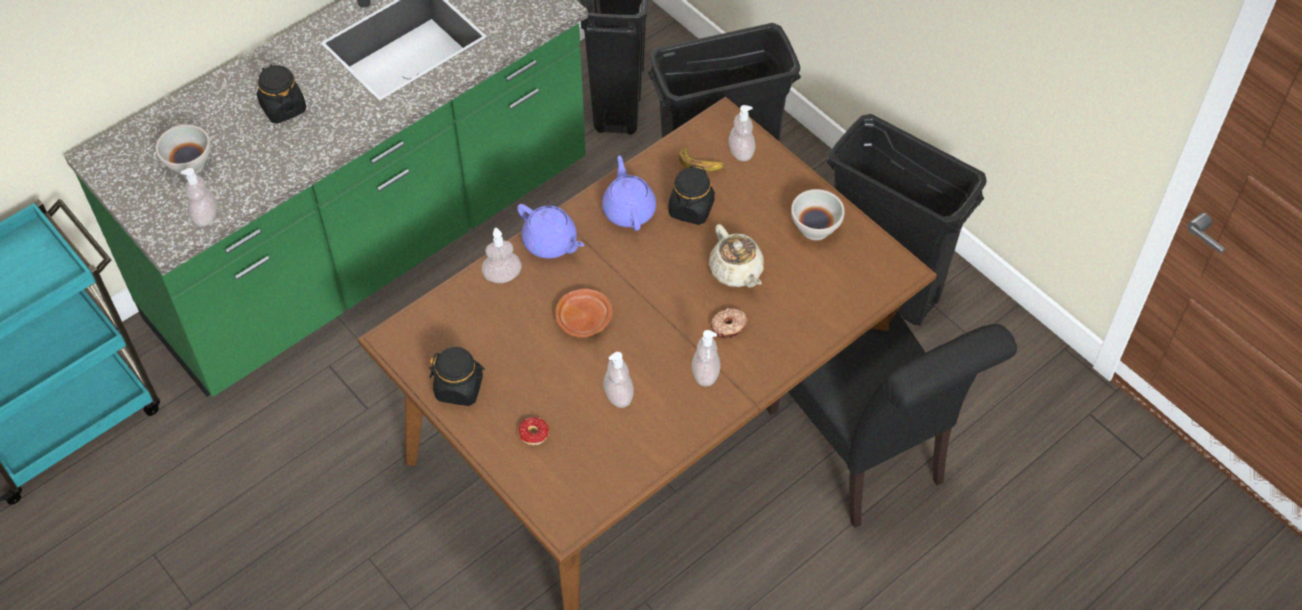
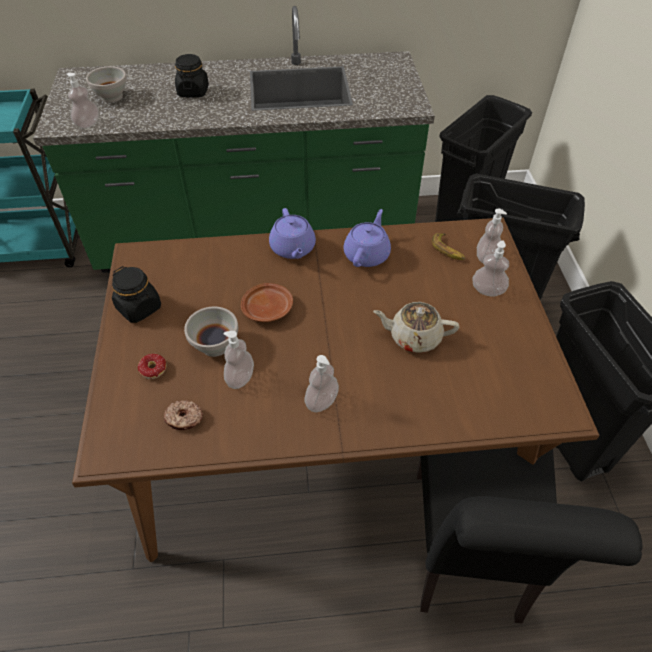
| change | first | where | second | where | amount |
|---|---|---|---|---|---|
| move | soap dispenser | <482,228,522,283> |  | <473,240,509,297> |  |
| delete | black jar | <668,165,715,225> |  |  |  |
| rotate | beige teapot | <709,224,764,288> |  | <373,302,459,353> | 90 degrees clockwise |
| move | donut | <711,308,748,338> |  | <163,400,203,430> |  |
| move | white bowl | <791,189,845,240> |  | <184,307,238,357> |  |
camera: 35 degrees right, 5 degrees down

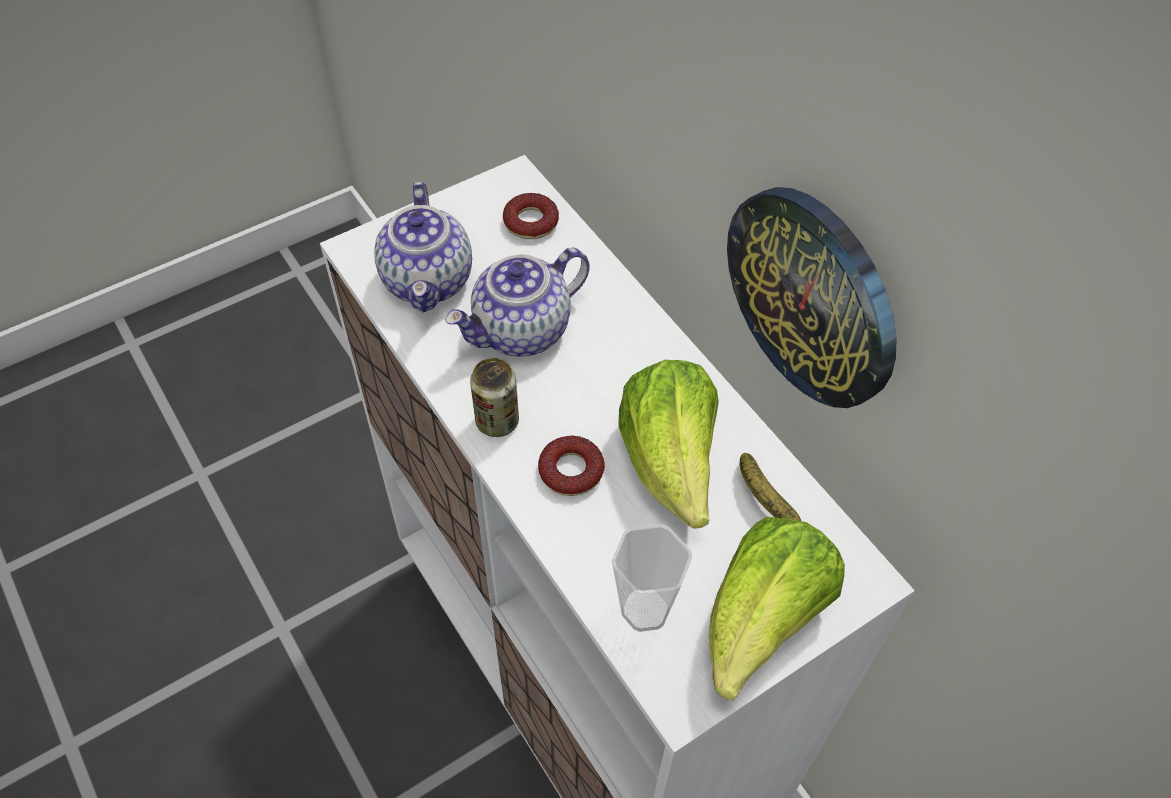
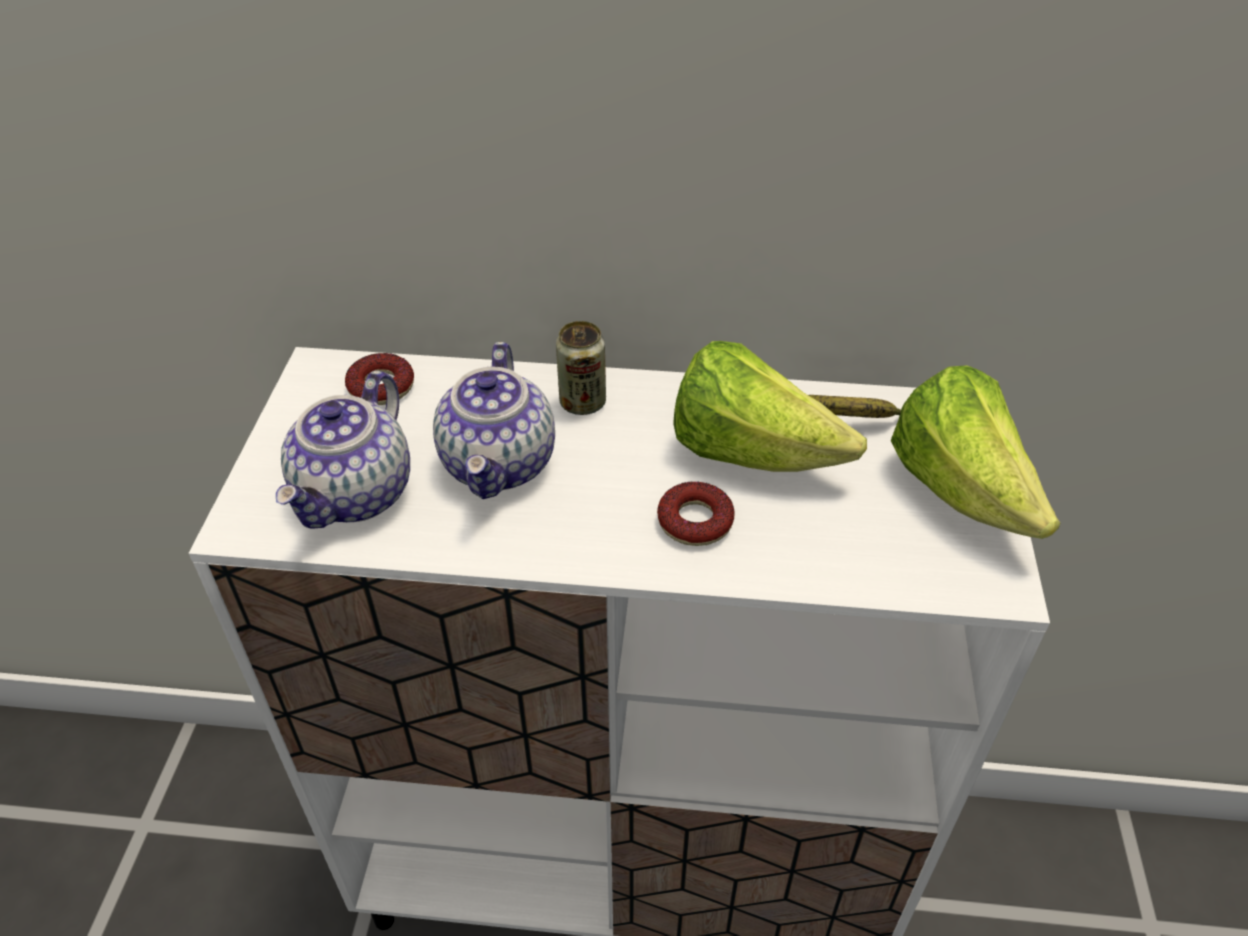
| change | first | where | second | where | amount |
|---|---|---|---|---|---|
| rotate | teapot | <374,182,472,312> |  | <276,371,410,529> | 75 degrees clockwise |
| move | can | <470,358,519,437> |  | <556,321,606,415> |  |
| delete | cup | <612,524,692,632> |  |  |  |
| delete | wall clock | <727,187,897,408> |  |  |  |
camera: 50 degrees left, 10 degrees down

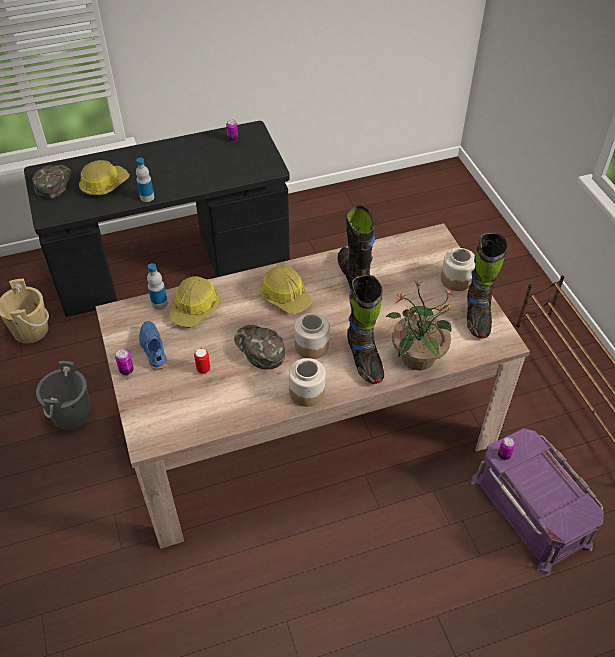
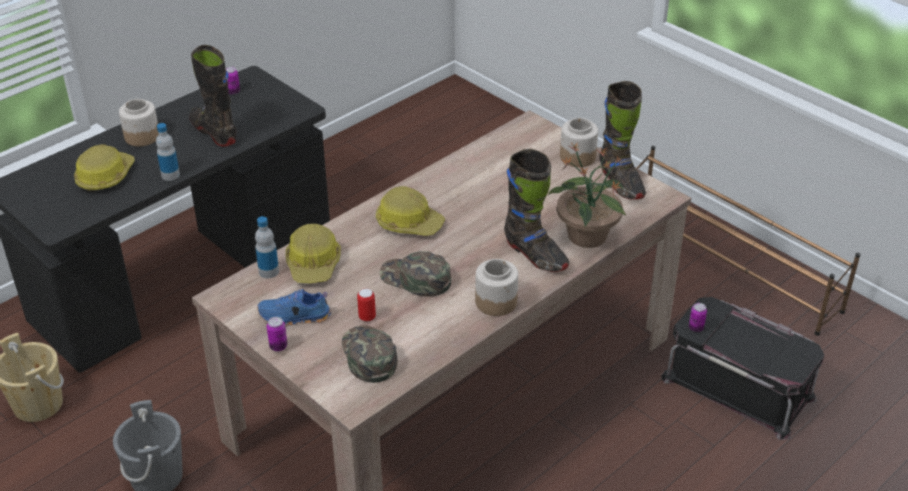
| change | first | where | second | where | amount |
|---|---|---|---|---|---|
| move | green cap | <32,165,71,199> |  | <341,325,398,383> |  |
| rotate | blue shoe | <139,321,168,370> |  | <257,289,331,326> | 45 degrees counterclockwise |
| move | jar | <295,313,329,359> |  | <119,99,159,146> |  |
| move | black boot | <338,205,375,289> |  | <189,45,237,147> |  |
| recolor | purple storage box | <471,428,604,576> | black storage box | <661,297,825,440> |  |
camera: 25 degrees left, 10 degrees down

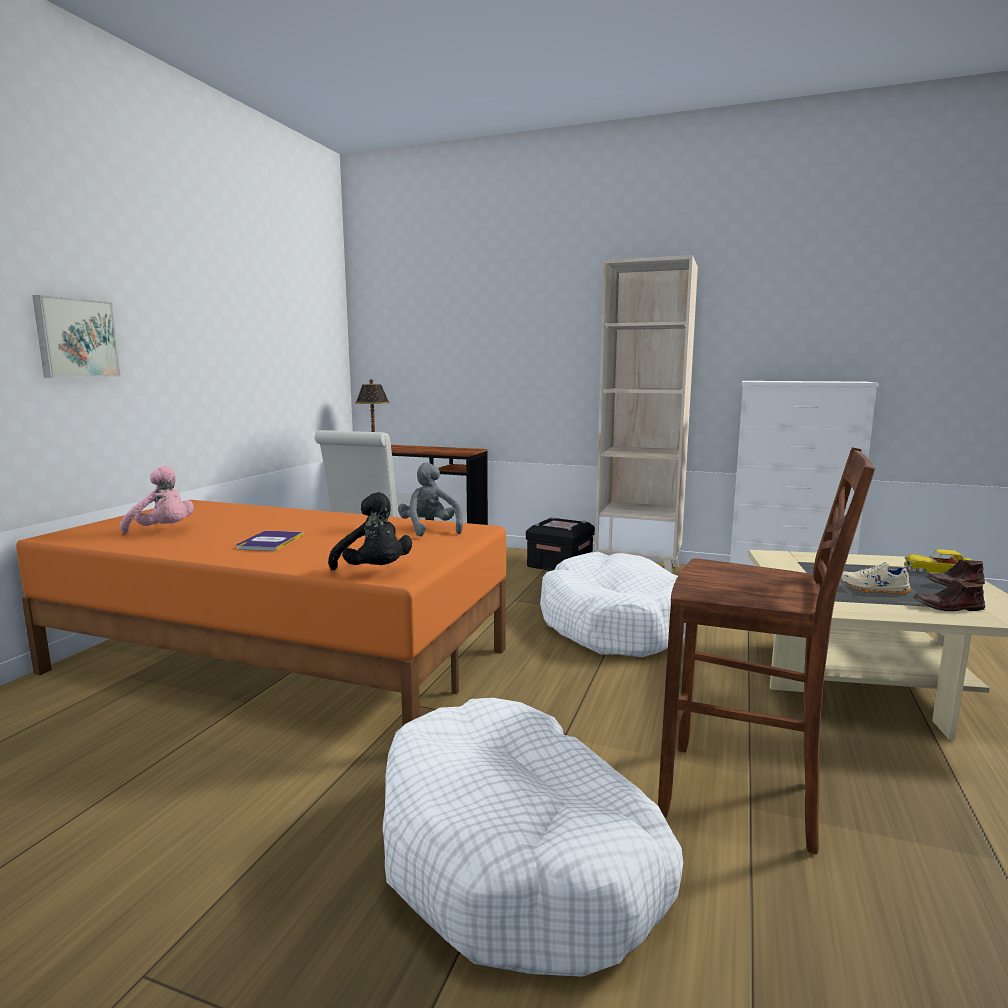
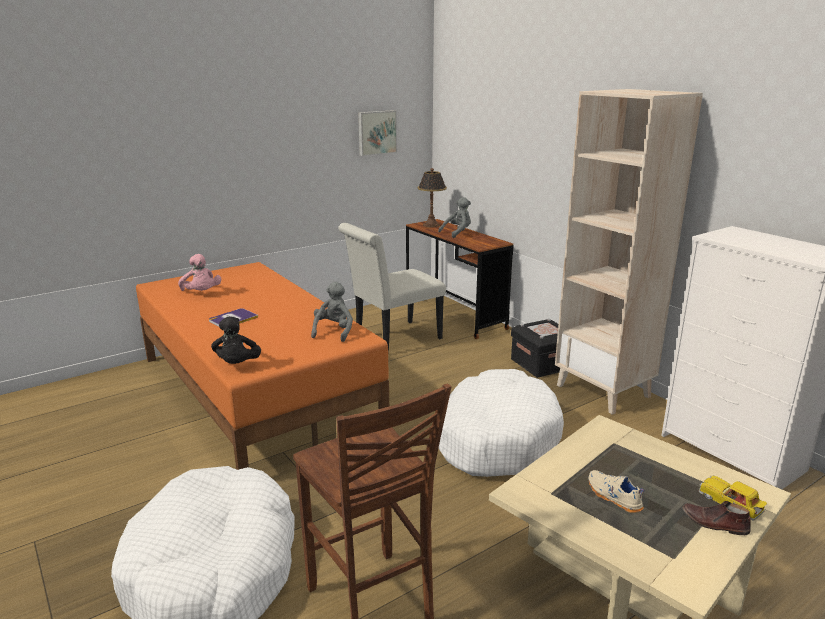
| change | first | where | second | where | amount |
|---|---|---|---|---|---|
| move | picture | <32,295,121,378> |  | <358,110,397,156> |  |
| delete | brown shoe | <913,580,985,611> |  |  |  |
| insert |  |  | grey plush toy | <438,197,471,238> |  |
camera: 35 degrees right, 10 degrees up

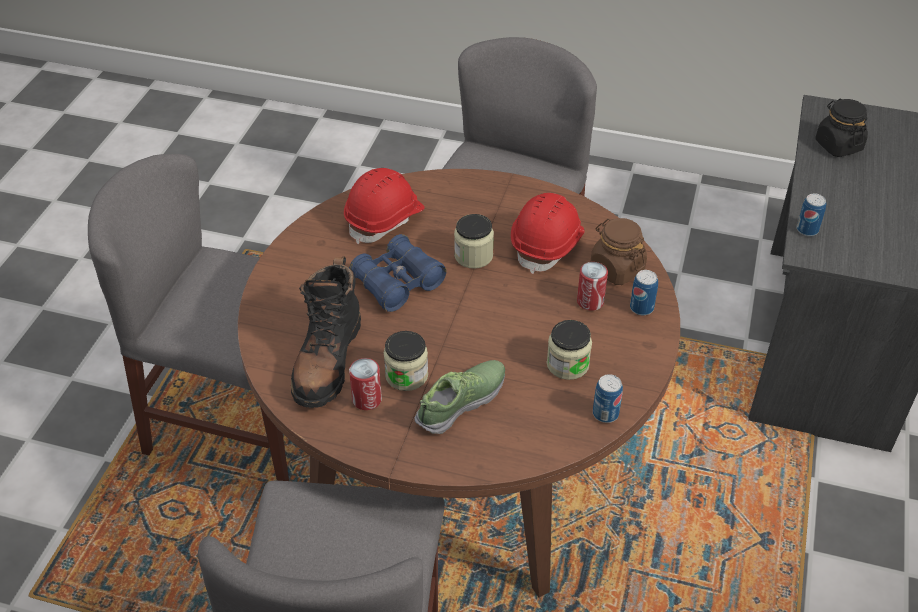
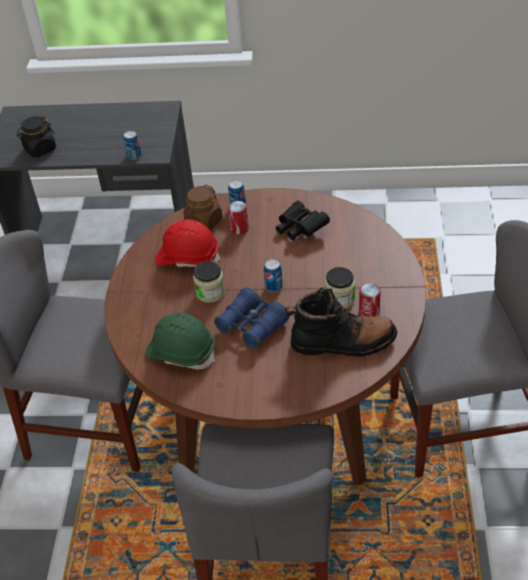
| change | first | where | second | where | amount |
|---|---|---|---|---|---|
| recolor | red hard hat | <344,168,425,244> | green hard hat | <145,312,215,370> |  |
| delete | shoe | <414,360,505,434> |  |  |  |
| replace | jar | <547,320,592,380> | black binoculars | <276,201,330,240> |  |
| move | can | <593,374,623,423> |  | <264,259,283,292> |  |
camera: 100 degrees left, 0 degrees up

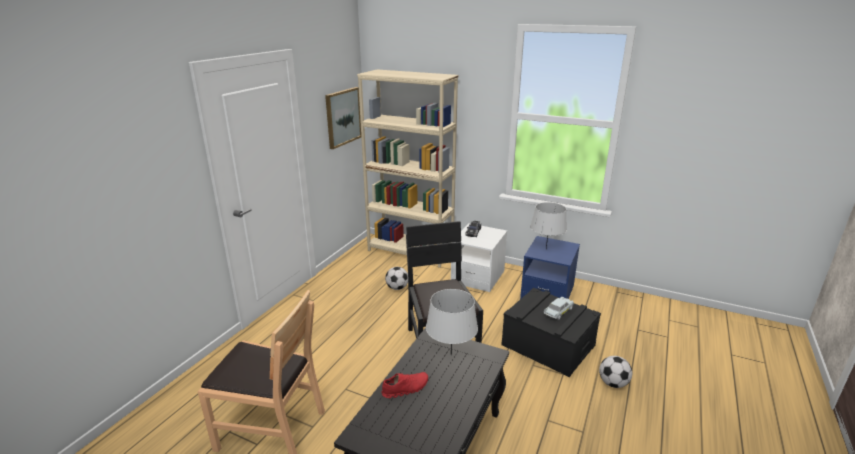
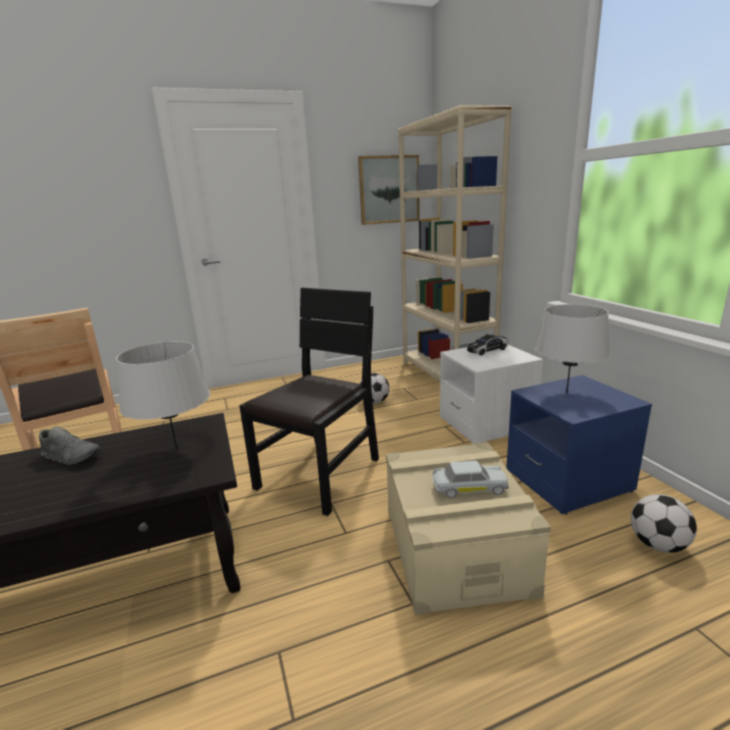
| change | first | where | second | where | amount |
|---|---|---|---|---|---|
| recolor | red shoe | <381,372,428,398> | grey shoe | <39,426,100,465> |  |
| recolor | black storage box | <501,288,601,377> | beige storage box | <386,442,551,615> |  |
| move | football | <599,356,632,388> |  | <631,494,697,553> |  |
camera: 45 degrees right, 5 degrees down

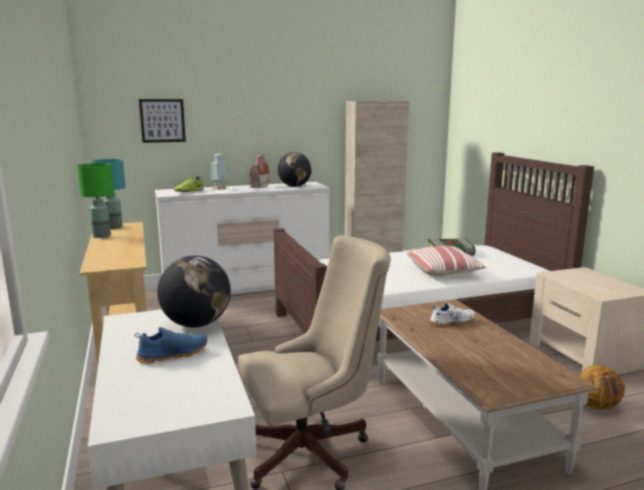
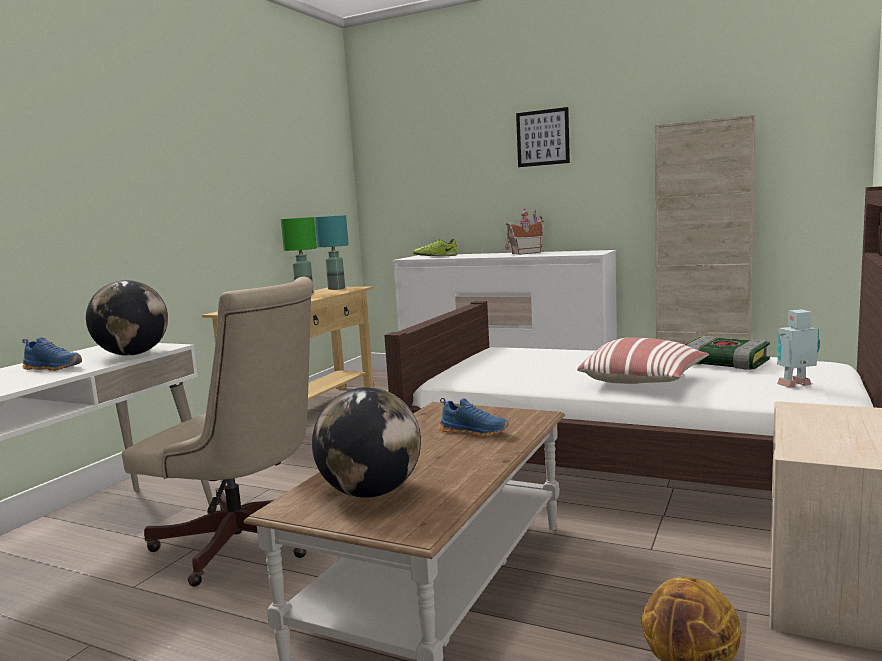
| change | first | where | second | where | amount |
|---|---|---|---|---|---|
| move | picture | <139,99,186,143> |  | <516,107,570,167> |  |
| move | toy robot | <211,154,228,190> |  | <777,309,820,387> |  |
| move | globe | <278,152,312,187> |  | <312,387,421,498> |  |
| recolor | white shoe | <430,303,475,326> | blue shoe | <439,398,509,437> |  |
camera: 45 degrees right, 5 degrees down

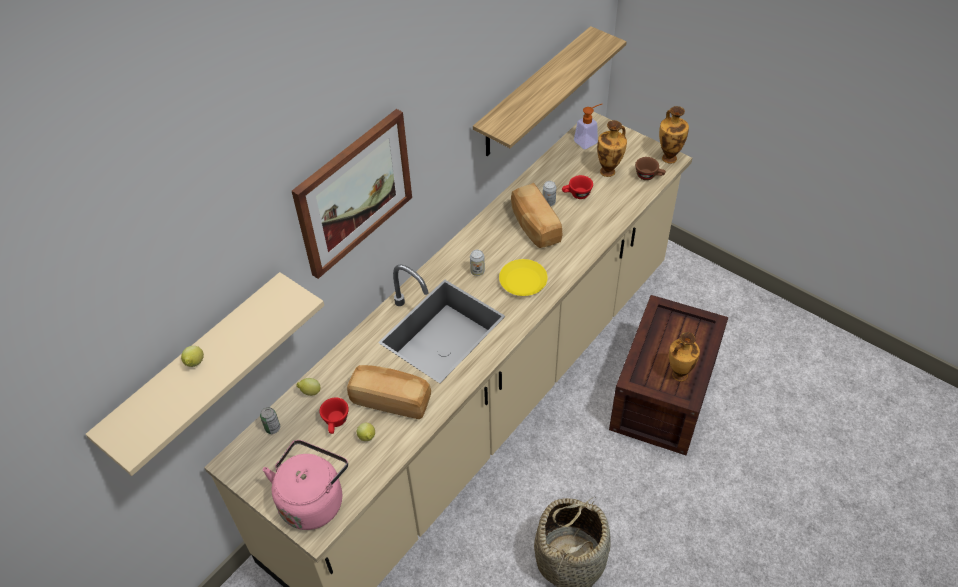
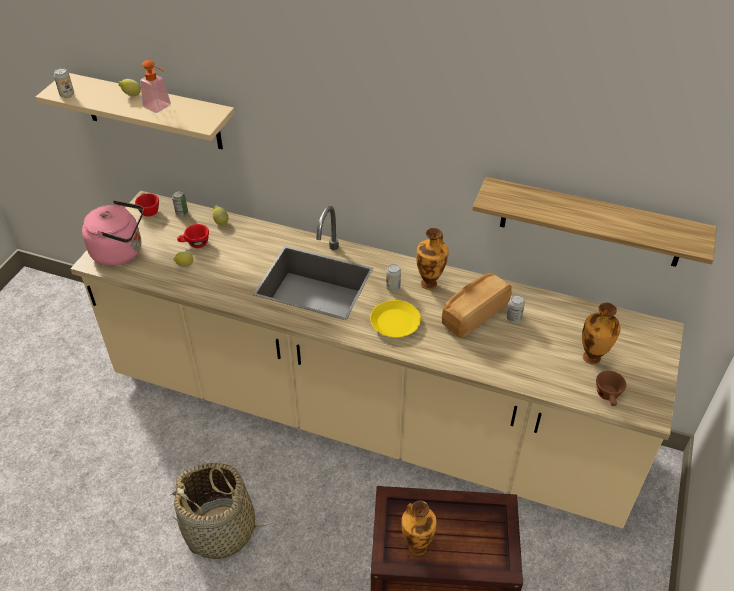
| change | first | where | second | where | amount |
|---|---|---|---|---|---|
| delete | picture | <292,109,412,279> |  |  |  |
| delete | bread | <347,365,431,419> |  |  |  |
| move | red cup | <562,175,593,199> |  | <135,193,159,217> |  |
| move | soap dispenser | <574,104,602,149> |  | <140,60,171,113> |  |
| move | vase | <659,106,689,164> |  | <416,228,449,290> |  |
| insert |  |  | can | <54,68,74,98> |  |
camera: 70 degrees right, 5 degrees down

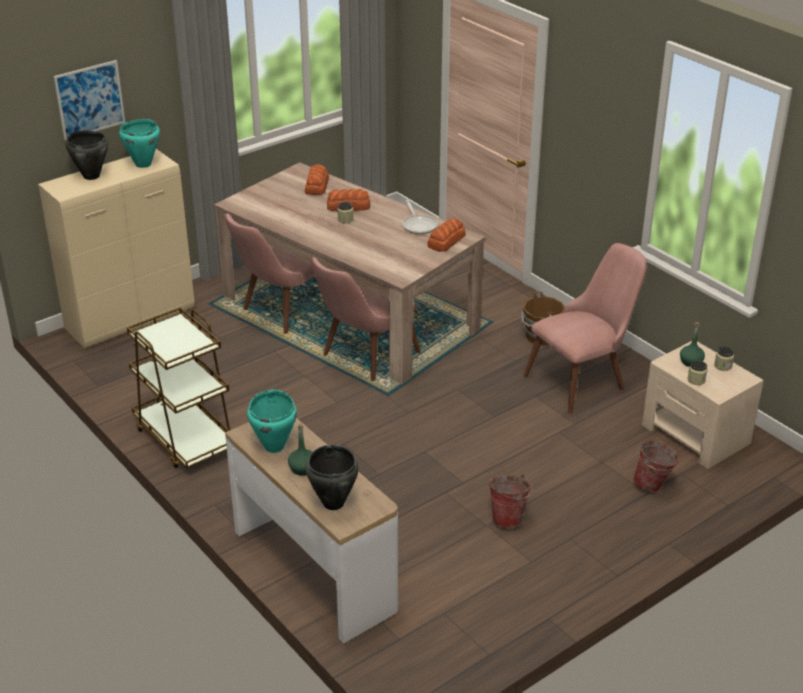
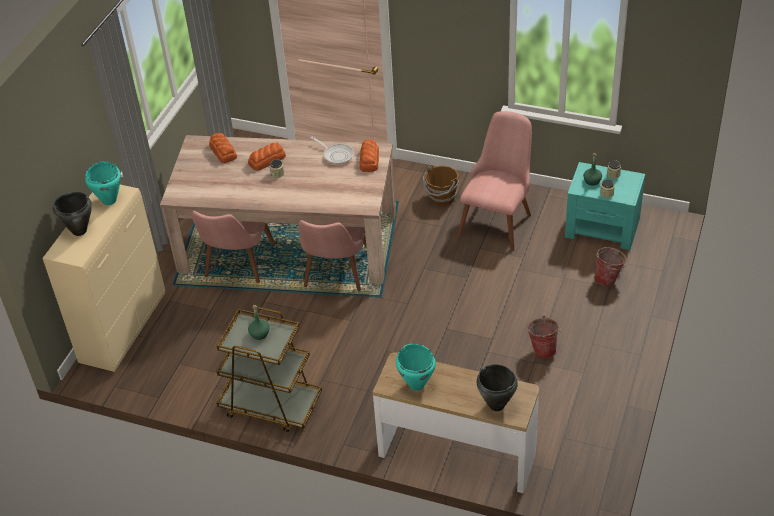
| change | first | where | second | where | amount |
|---|---|---|---|---|---|
| delete | picture | <54,60,125,140> |  |  |  |
| move | green bottle | <288,423,312,475> |  | <248,305,270,340> |  |
| recolor | beige nightstand | <642,341,764,469> | turquoise nightstand | <565,162,645,250> |  |
camera: 30 degrees left, 10 degrees up

